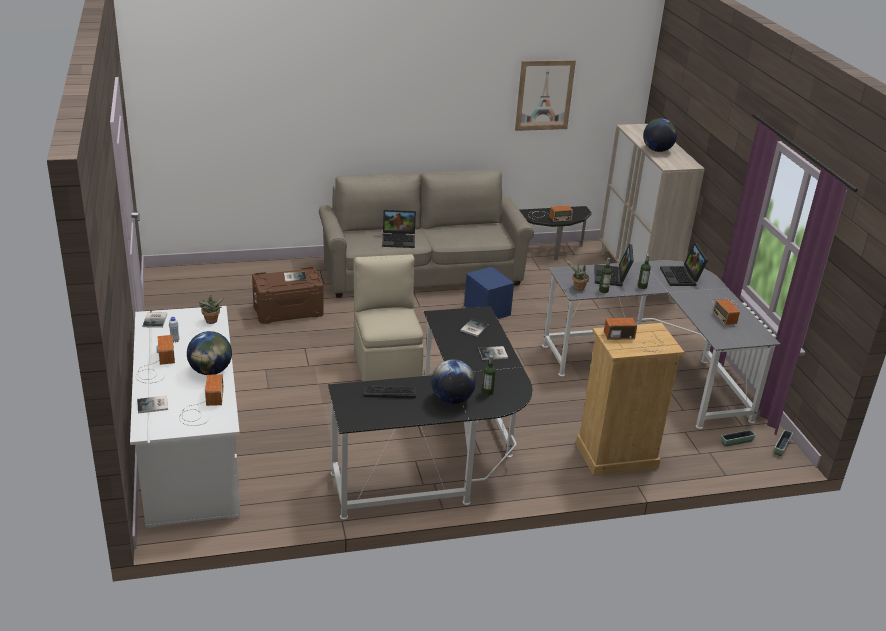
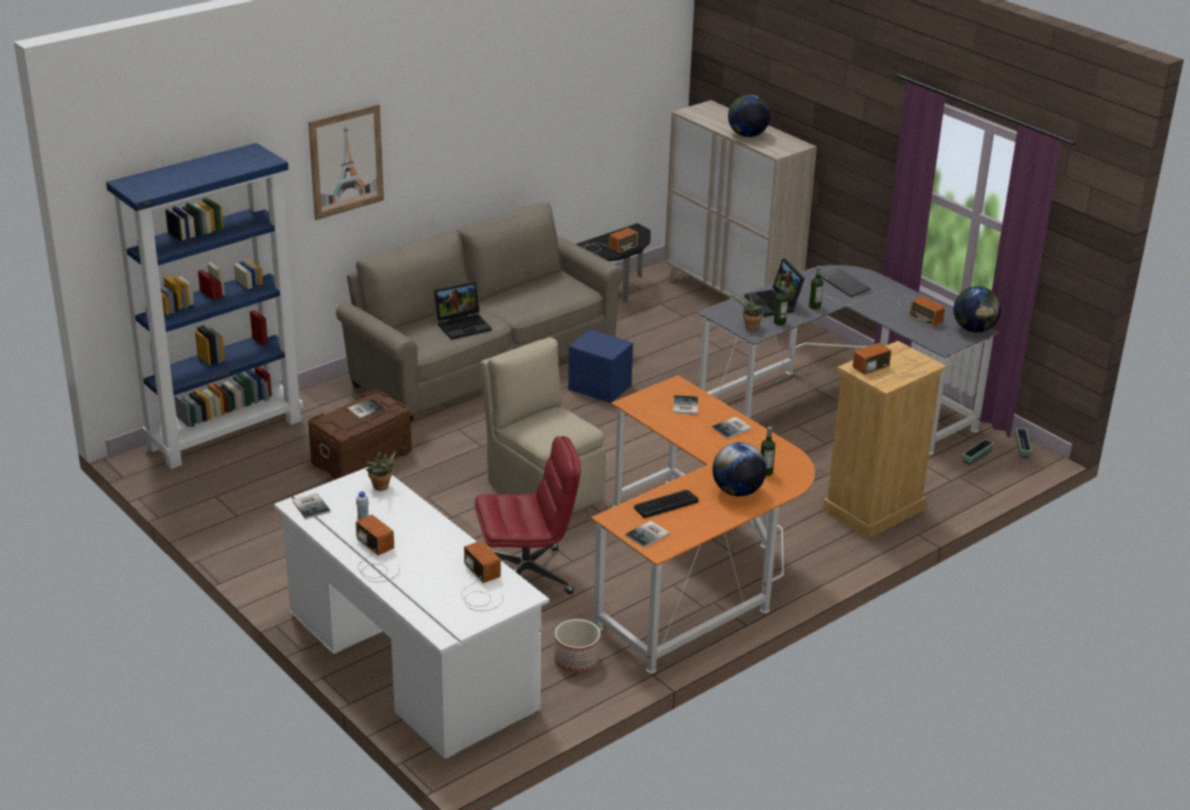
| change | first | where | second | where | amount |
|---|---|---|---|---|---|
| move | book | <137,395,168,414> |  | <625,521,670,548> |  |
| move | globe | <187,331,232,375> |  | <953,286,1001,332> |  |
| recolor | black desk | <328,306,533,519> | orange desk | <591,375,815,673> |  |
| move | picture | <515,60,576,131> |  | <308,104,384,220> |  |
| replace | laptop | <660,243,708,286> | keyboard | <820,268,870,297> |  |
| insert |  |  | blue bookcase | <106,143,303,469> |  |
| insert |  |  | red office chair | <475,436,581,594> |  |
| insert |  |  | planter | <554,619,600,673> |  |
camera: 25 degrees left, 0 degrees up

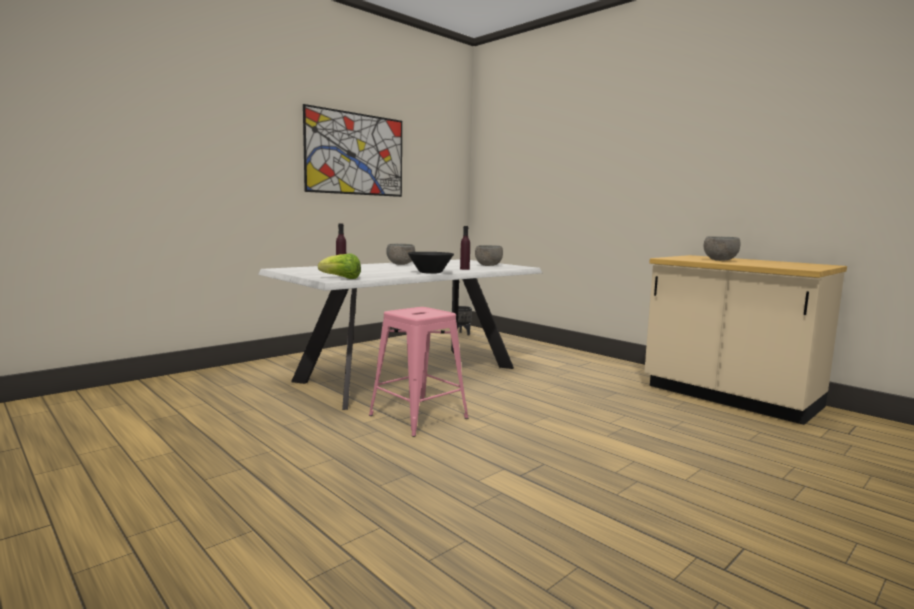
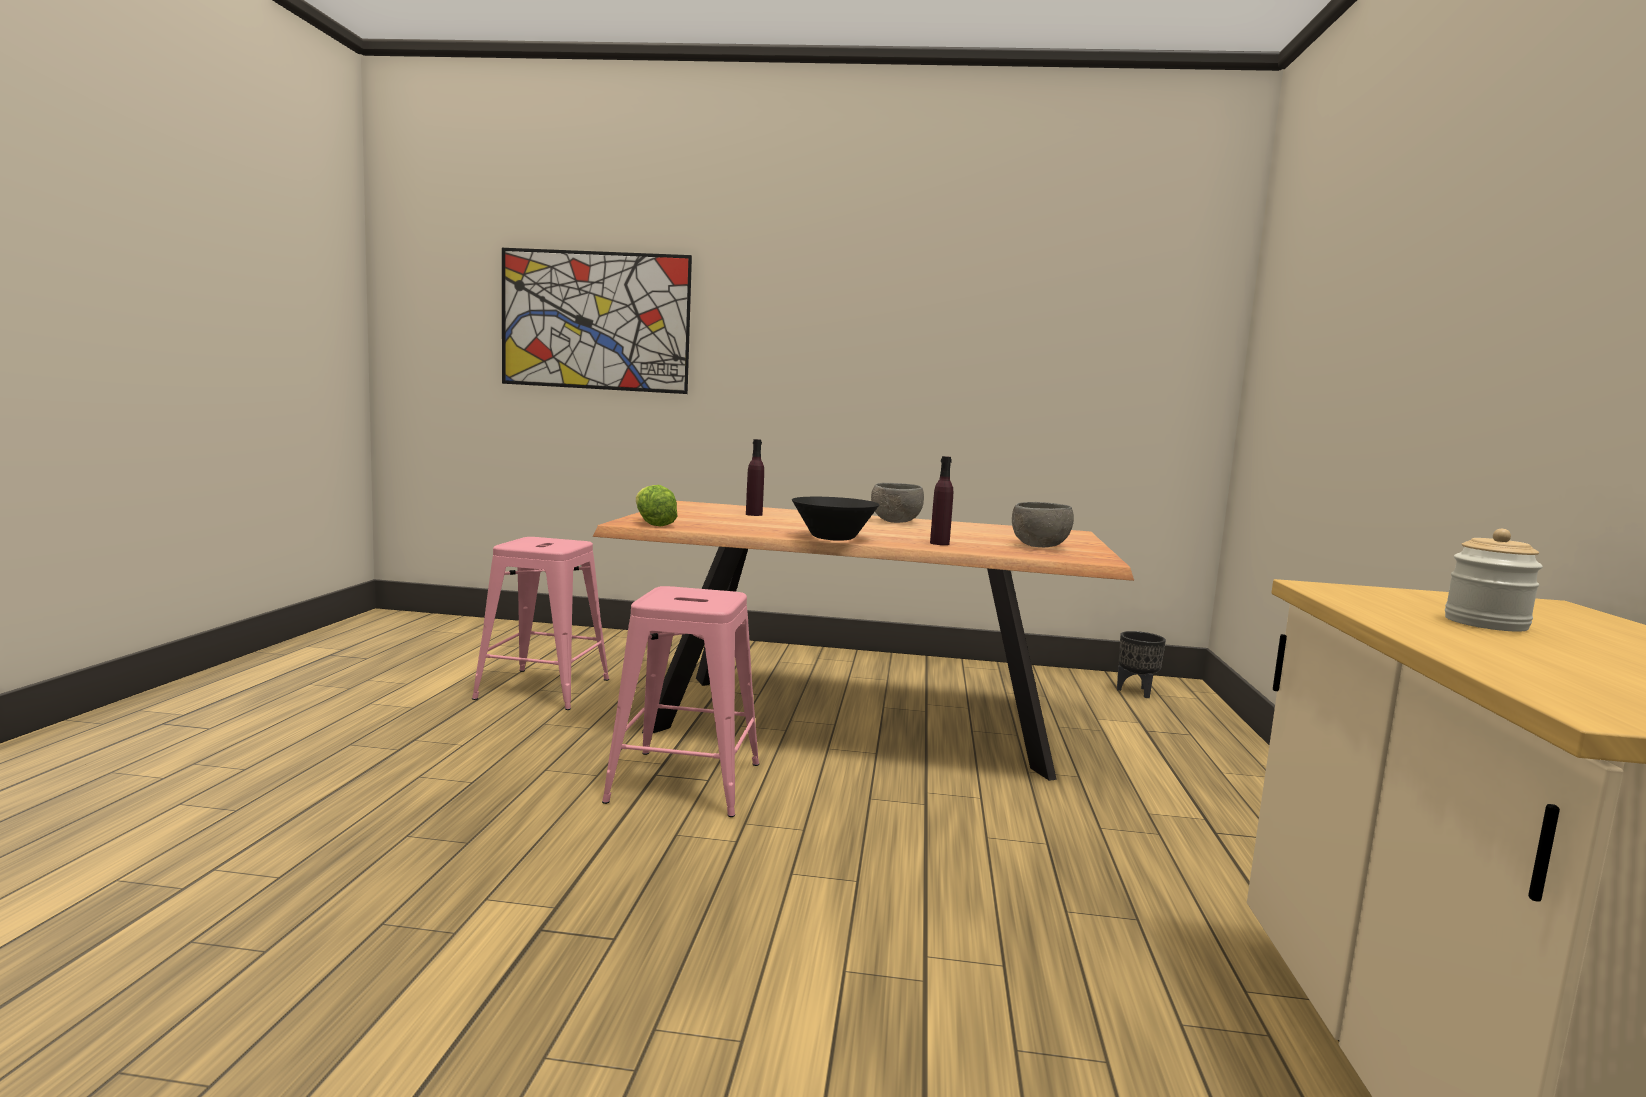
| change | first | where | second | where | amount |
|---|---|---|---|---|---|
| recolor | white dining table | <258,259,542,410> | brown dining table | <593,501,1134,781> |  |
| move | picture | <303,104,402,197> |  | <502,248,692,394> |  |
| replace | grey bowl | <704,236,741,261> | jar | <1445,529,1543,632> |  |
| insert |  |  | pink stool | <472,537,609,710> |  |
camera: 50 degrees right, 0 degrees up

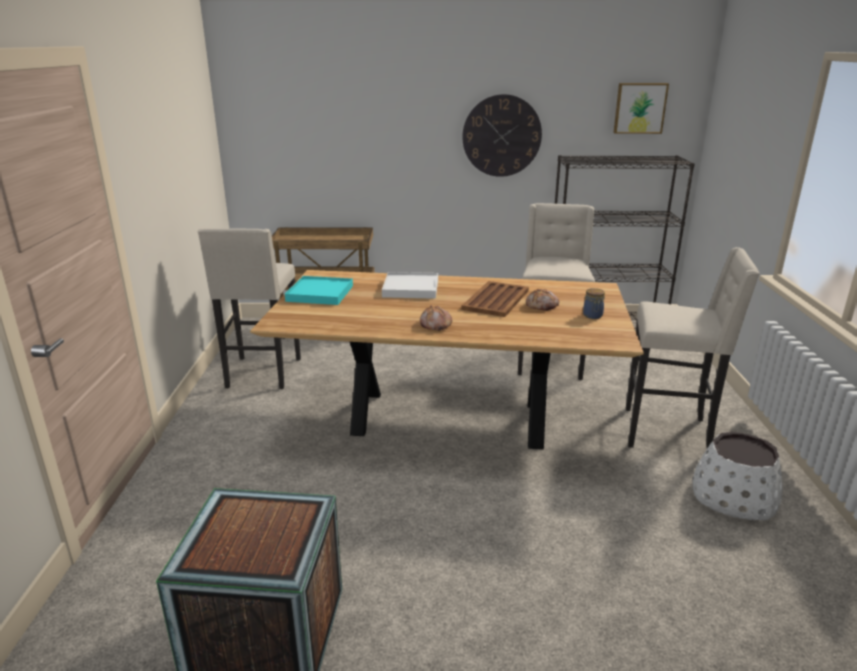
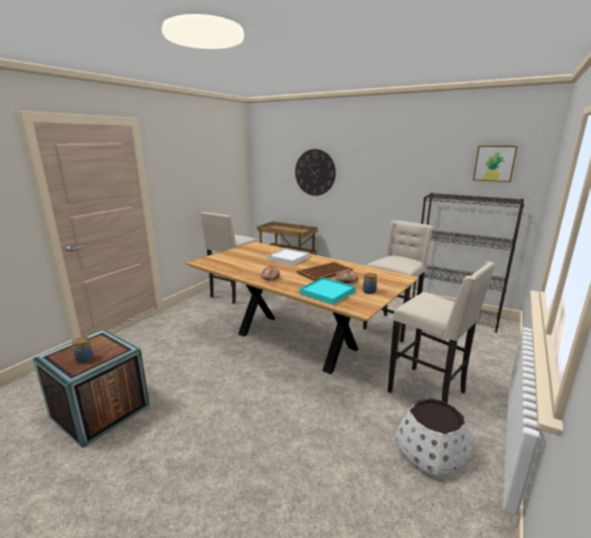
| change | first | where | second | where | amount |
|---|---|---|---|---|---|
| move | turquoise tray | <285,276,353,305> |  | <299,277,356,305> |  |
| move | wall clock | <462,94,542,177> |  | <295,149,336,196> |  |
| insert |  |  | jar | <72,337,93,363> |  |
camera: 30 degrees right, 5 degrees down

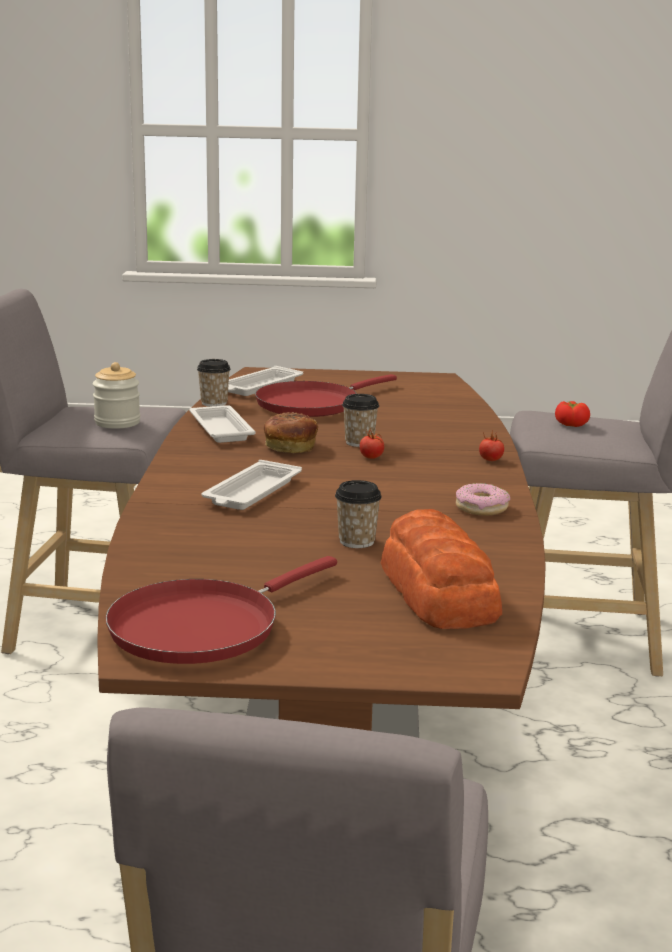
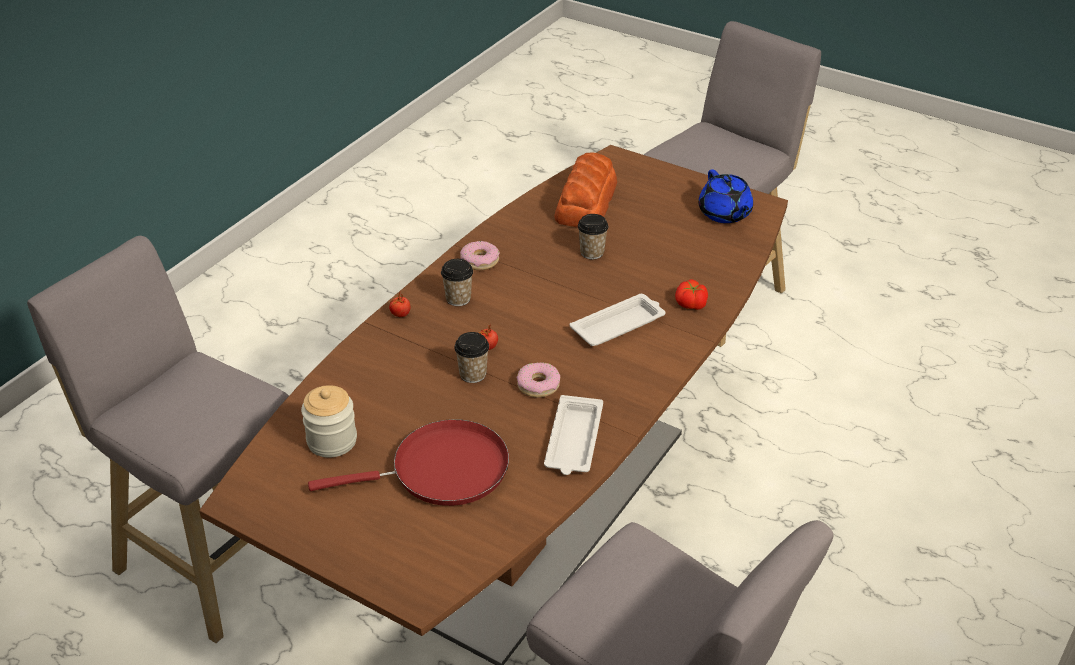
| change | first | where | second | where | amount |
|---|---|---|---|---|---|
| move | jar | <93,362,140,429> |  | <301,385,357,458> |  |
| replace | red frying pan | <105,556,337,664> | blue teapot | <698,169,753,223> |  |
| move | cup | <197,359,231,407> |  | <441,259,473,306> |  |
| delete | white tray | <228,366,303,396> |  |  |  |
| replace | bread | <264,412,318,453> | donut | <517,362,560,398> |  |
| move | tomato | <555,401,590,427> |  | <675,279,708,310> |  |
camera: 150 degrees left, 20 degrees up

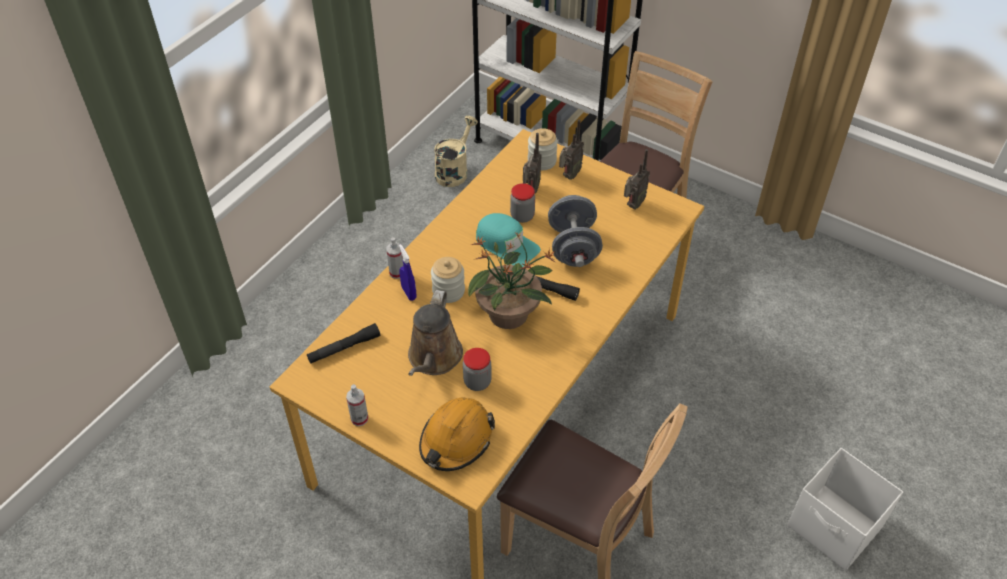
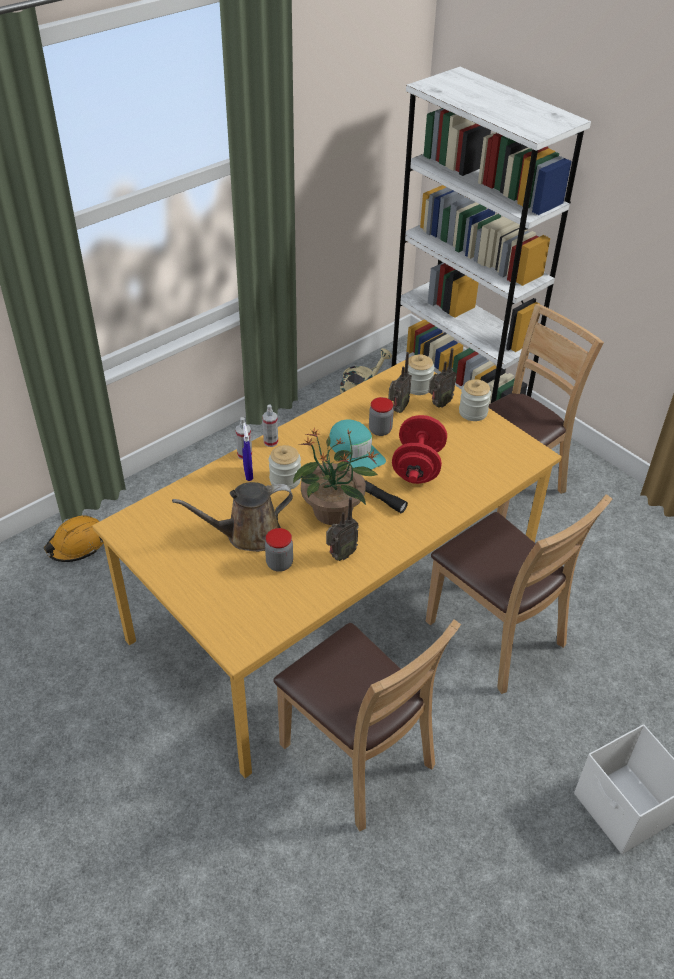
| change | first | where | second | where | amount |
|---|---|---|---|---|---|
| delete | black flashlight | <307,323,380,364> |  |  |  |
| move | spray bottle | <346,384,368,426> |  | <262,405,278,447> |  |
| rotate | brown watering can | <408,290,463,376> |  | <172,482,293,552> | 45 degrees clockwise |
| move | orange hard hat | <419,398,495,471> |  | <44,515,104,562> |  |
| recolor | grey dumbbell | <548,195,603,267> | red dumbbell | <392,415,447,484> |  |
| move | radio | <624,149,650,209> |  | <326,497,359,561> |  |
| insert |  |  | brown chair | <426,494,612,694> |  |
| insert |  |  | jar | <459,379,491,421> |  |
camera: 15 degrees right, 5 degrees down

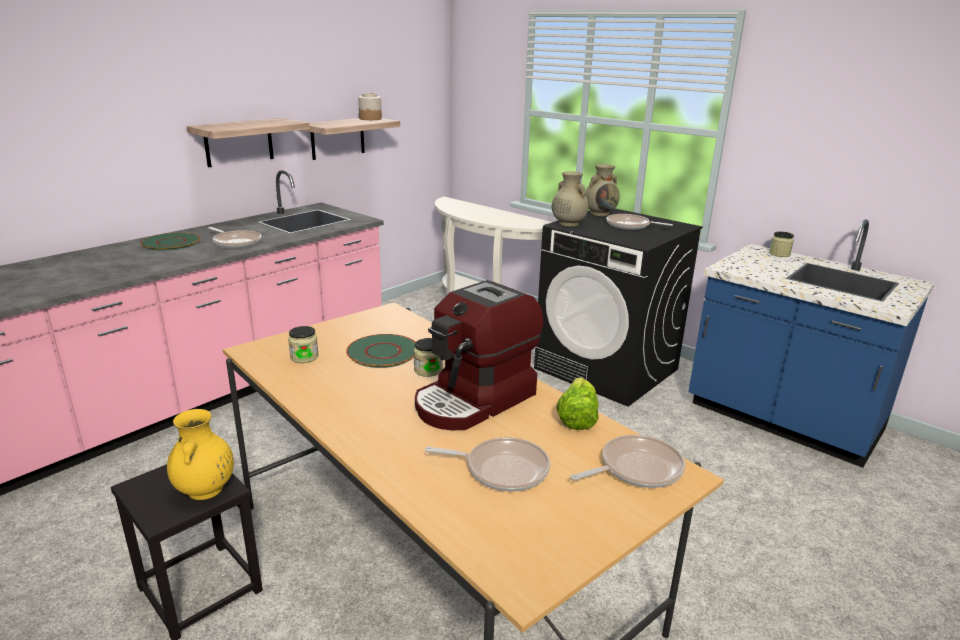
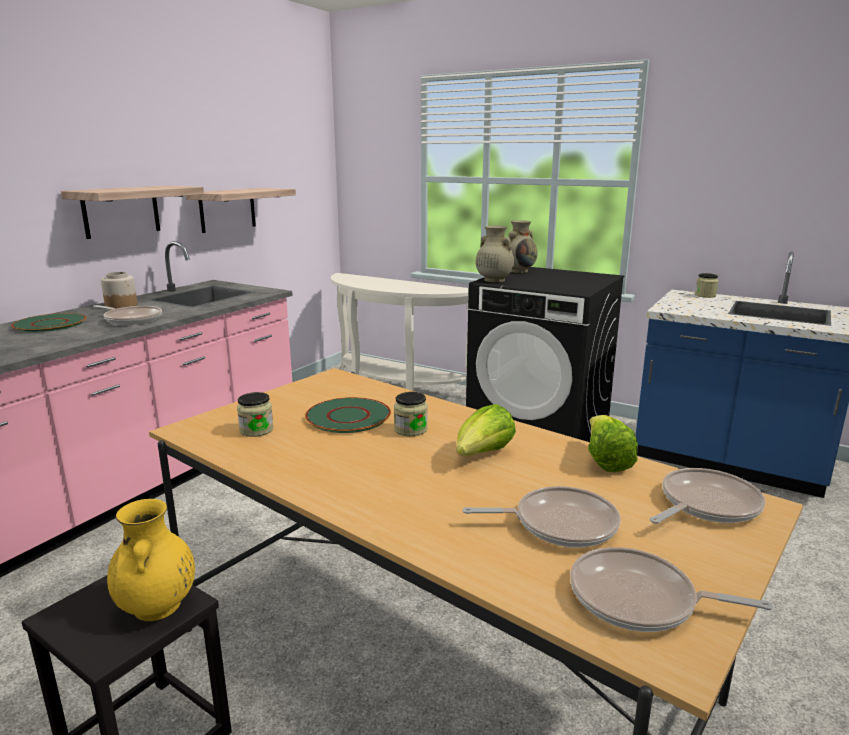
| change | first | where | second | where | amount |
|---|---|---|---|---|---|
| move | jar | <358,93,382,120> |  | <101,272,138,309> |  |
| replace | coffee machine | <415,280,543,430> | lettuce | <456,404,516,456> |  |
| move | frying pan | <606,214,673,230> |  | <570,547,773,632> |  |
camera: 10 degrees left, 5 degrees down

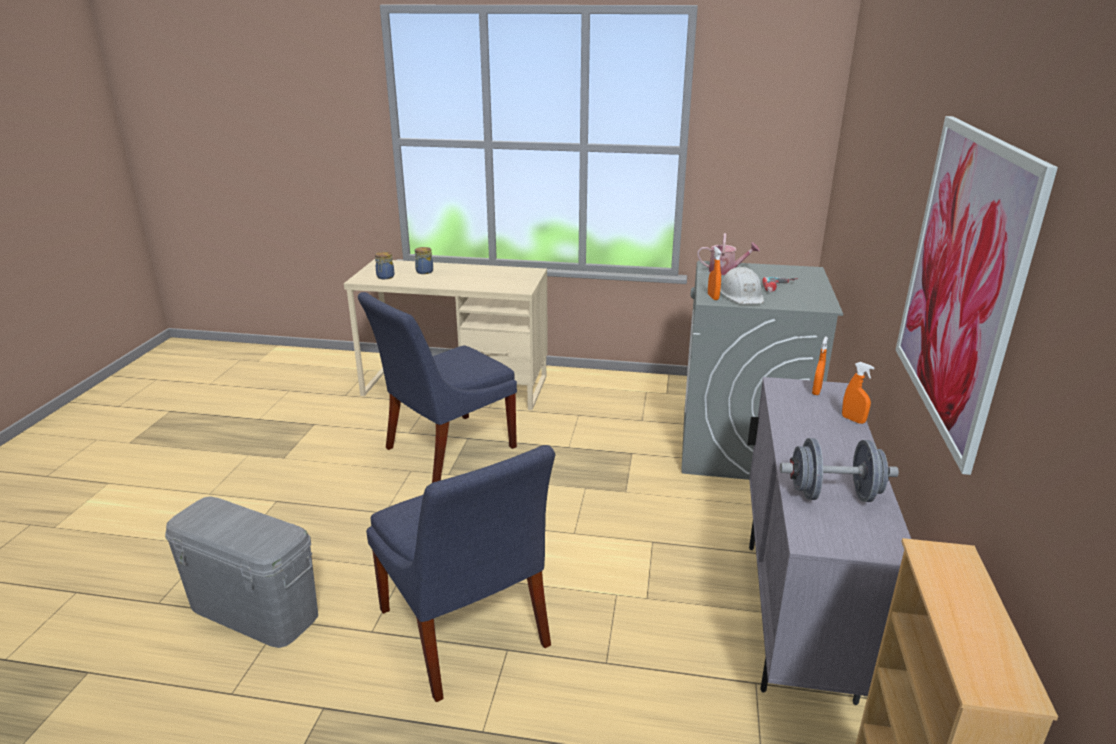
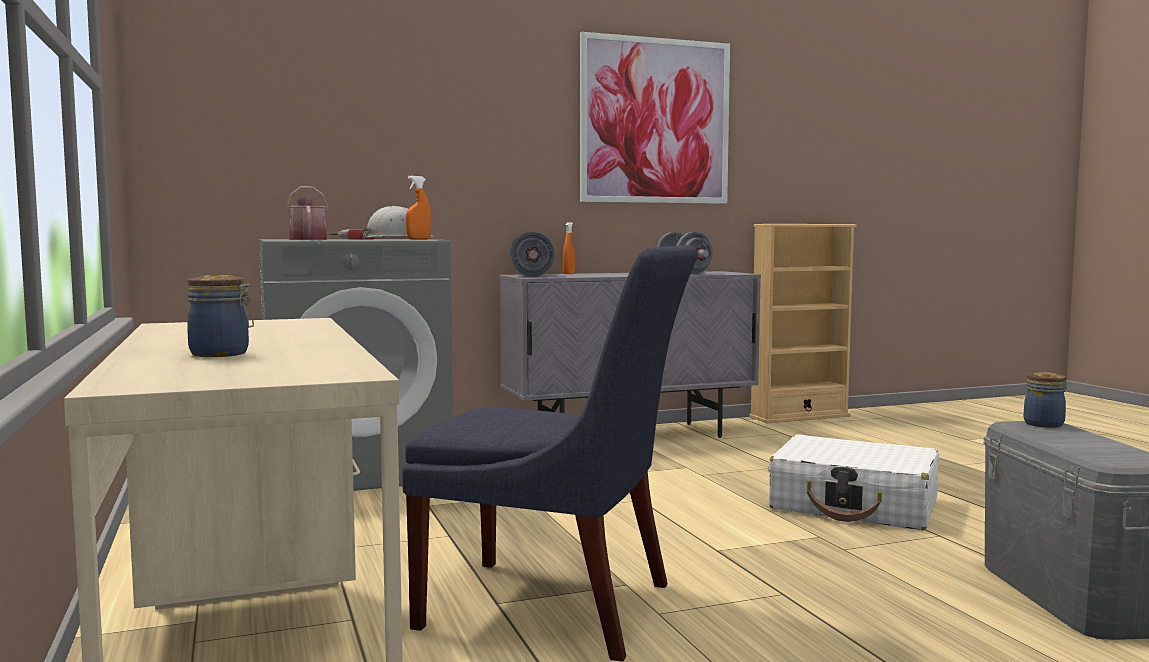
| change | first | where | second | where | amount |
|---|---|---|---|---|---|
| replace | blue chair | <366,445,555,702> | white suitcase | <768,434,939,531> |  |
| move | jar | <375,252,395,279> |  | <1024,372,1066,428> |  |
| replace | orange spray bottle | <812,336,828,395> | grey dumbbell | <509,232,555,277> |  |
camera: 120 degrees left, 20 degrees down

